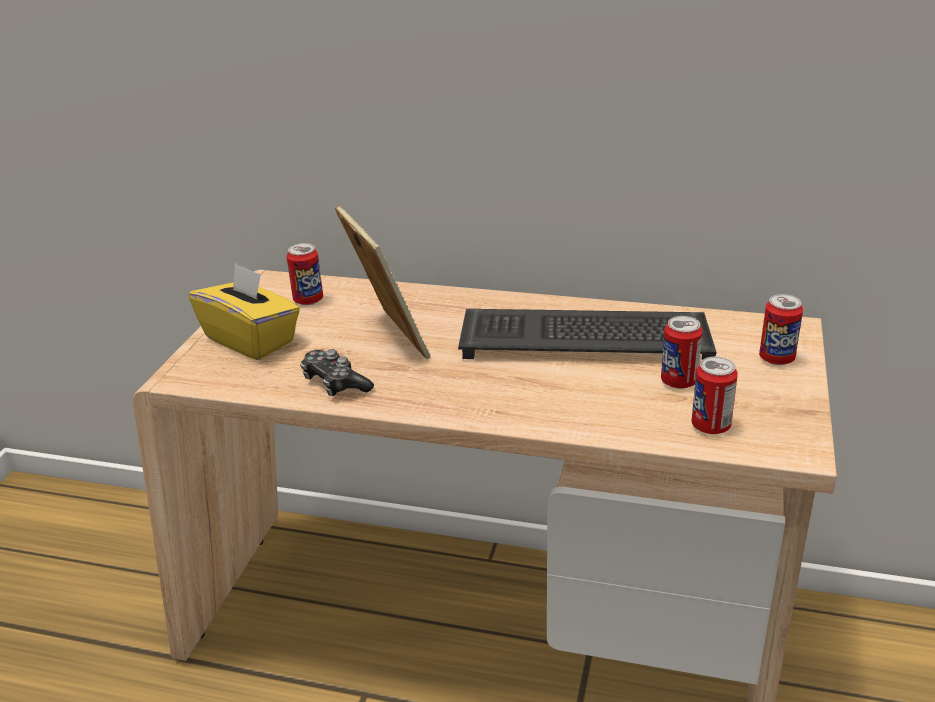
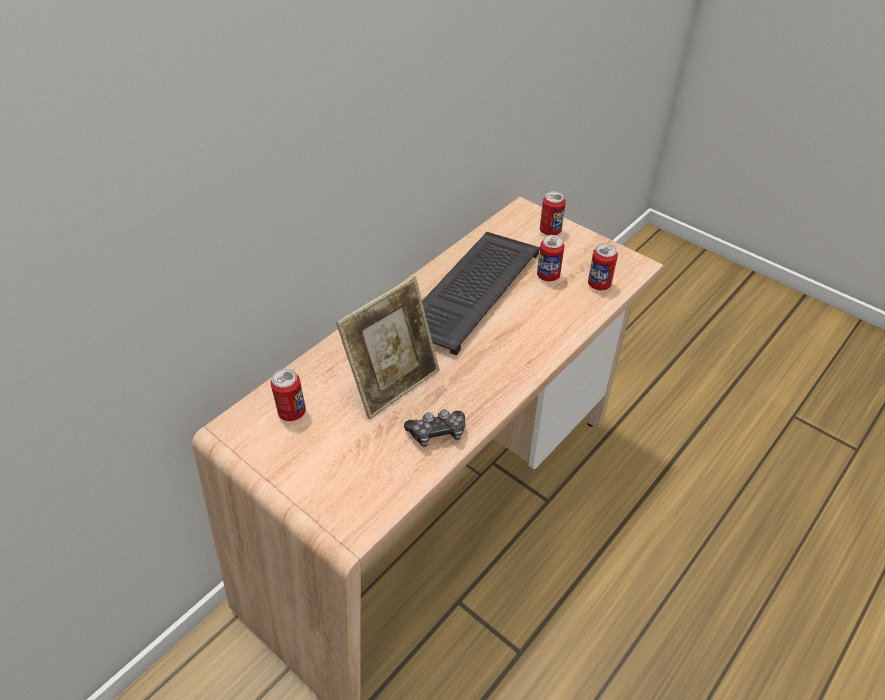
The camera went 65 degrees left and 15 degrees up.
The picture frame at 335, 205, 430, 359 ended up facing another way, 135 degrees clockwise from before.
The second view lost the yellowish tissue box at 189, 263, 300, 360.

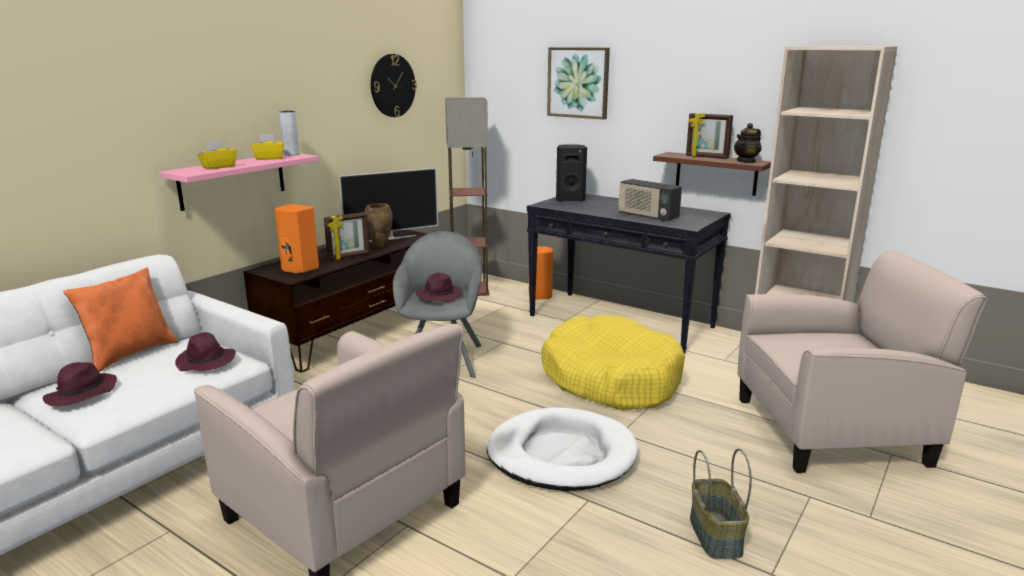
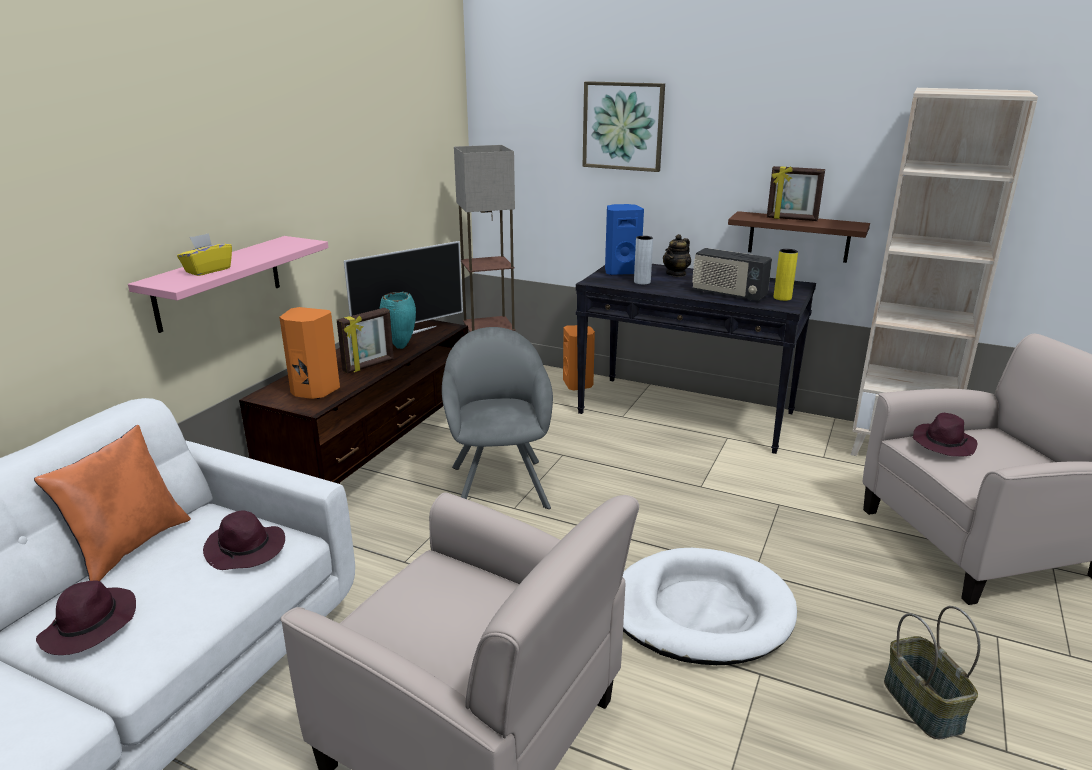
The camera went 10 degrees left and 5 degrees up.
What was the brownish decorative vase at 364, 203, 393, 248 turned into the turquoise-coloured decorative vase at 380, 292, 416, 349.
What was the blackish loudspeaker at 556, 144, 587, 202 turned into the blue-coloured loudspeaker at 605, 204, 644, 275.
The greyish decorative vase ended up elsewhere, having gone from 279, 111, 300, 156 to 634, 236, 653, 285.
The teapot ended up elsewhere, having gone from 734, 123, 761, 163 to 663, 234, 691, 277.
The second view gained the yellowish decorative vase at 774, 249, 798, 301.
The purple clothing hat ended up elsewhere, having gone from 416, 273, 463, 302 to 913, 413, 977, 457.
The second view lost the yellowish tissue box at 251, 134, 284, 160.
The second view lost the hanging clock at 371, 54, 417, 117.
The second view lost the yellowish dog cushion at 542, 315, 685, 411.

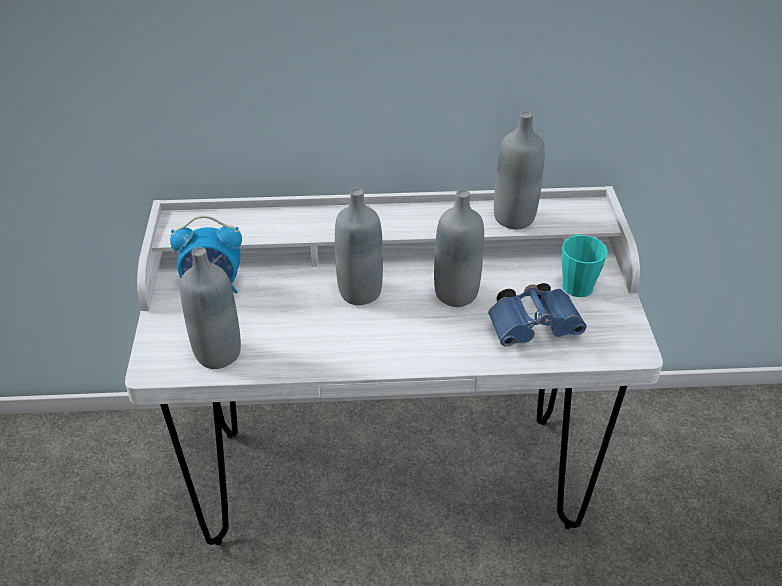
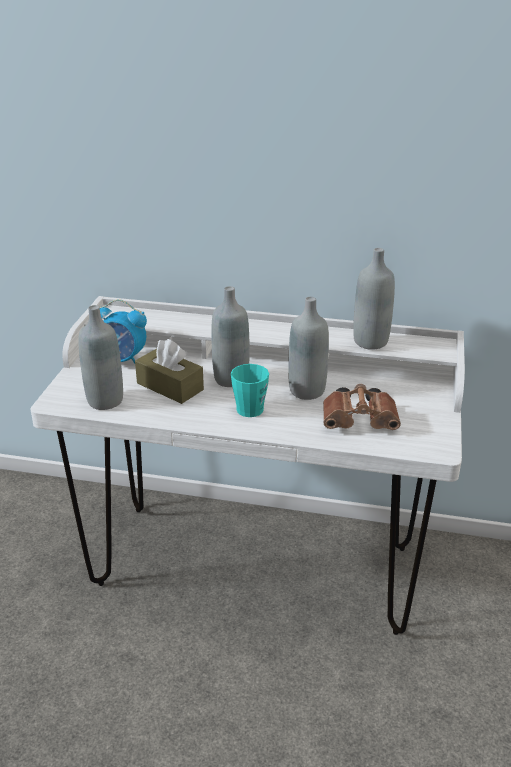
The camera went 15 degrees right and 10 degrees down.
The second view gained the brownish tissue box at 135, 339, 204, 404.
The turquoise-coloured mug ended up elsewhere, having gone from 562, 234, 608, 297 to 231, 364, 269, 417.
What was the blue-coloured field glasses at 488, 283, 586, 347 turned into the brownish field glasses at 323, 384, 401, 430.

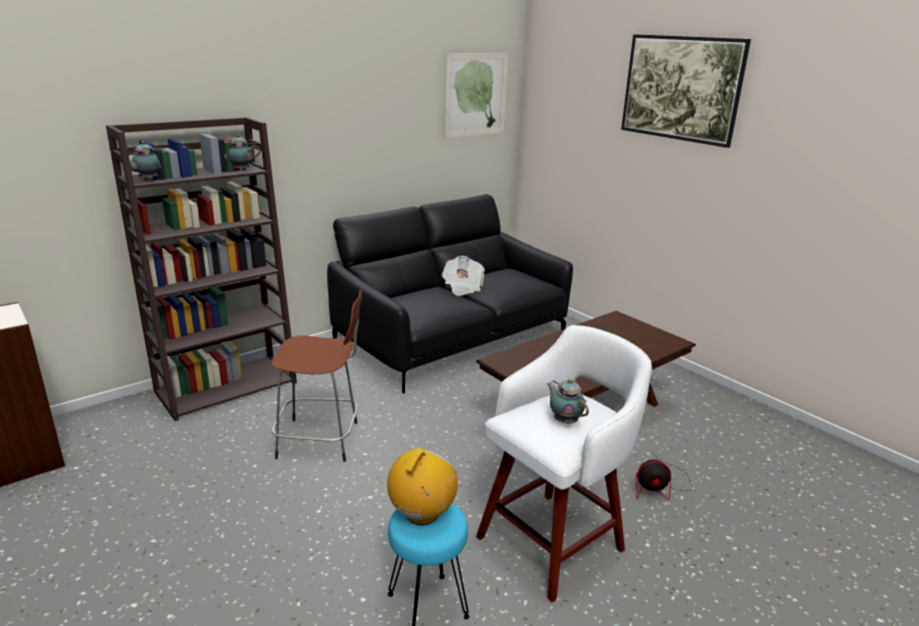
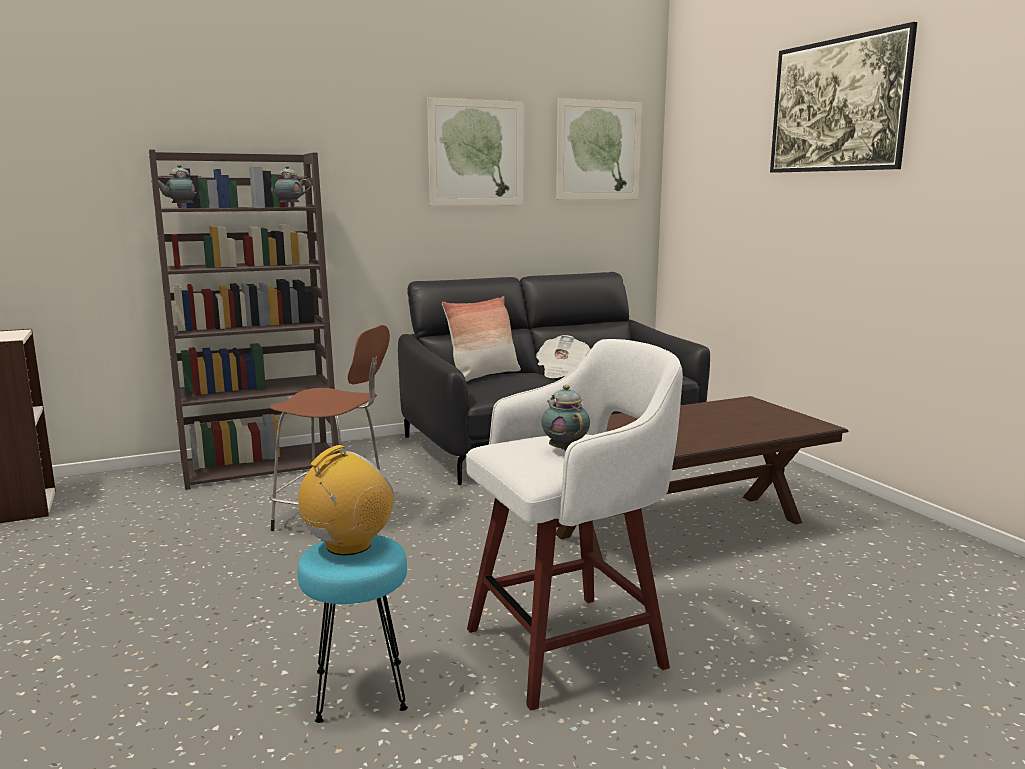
The camera went 15 degrees right and 10 degrees down.
The second view gained the wall art at 427, 97, 524, 206.
The second view gained the cushion at 442, 296, 521, 382.
The second view lost the cooling fan at 636, 452, 692, 500.

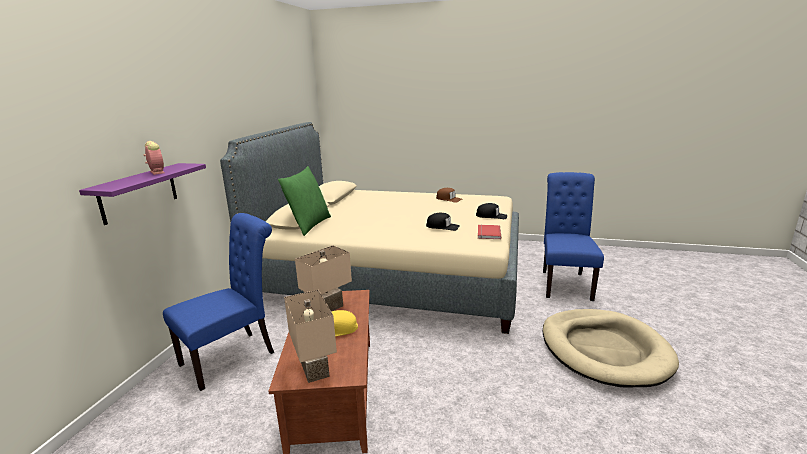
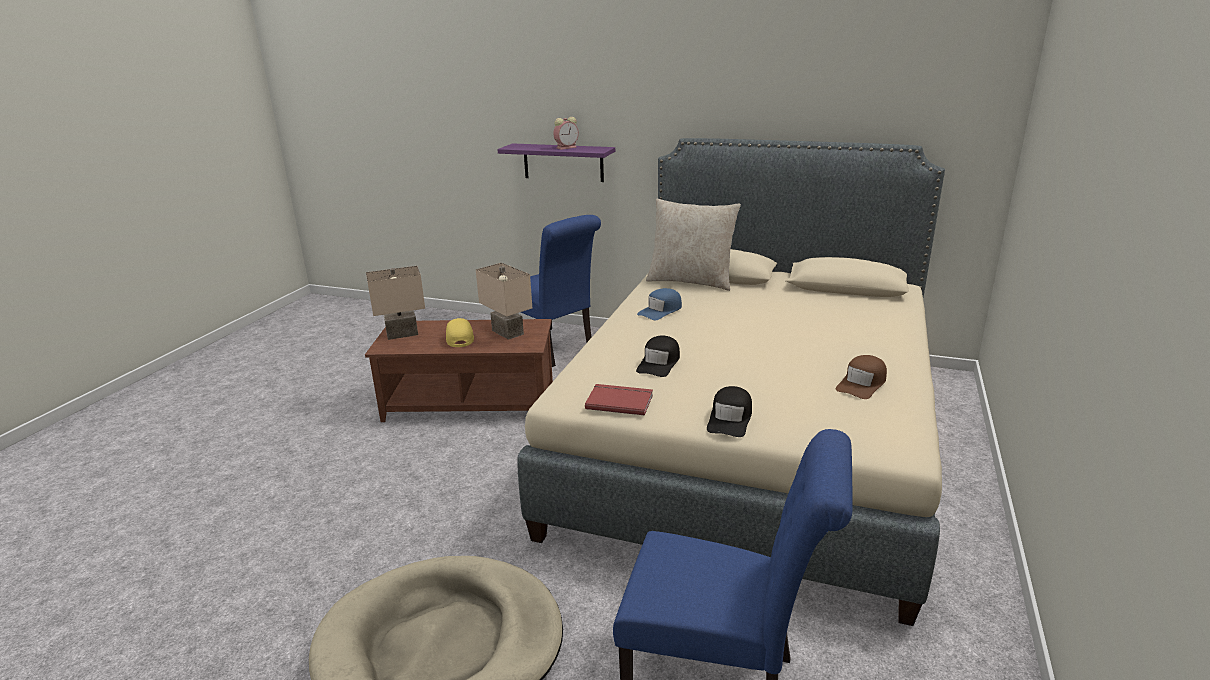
The camera went 95 degrees right and 5 degrees up.
The second view gained the blue-coloured baseball cap at 637, 288, 682, 320.
What was the green cushion at 278, 166, 331, 236 turned into the sand-coloured cushion at 646, 199, 741, 291.

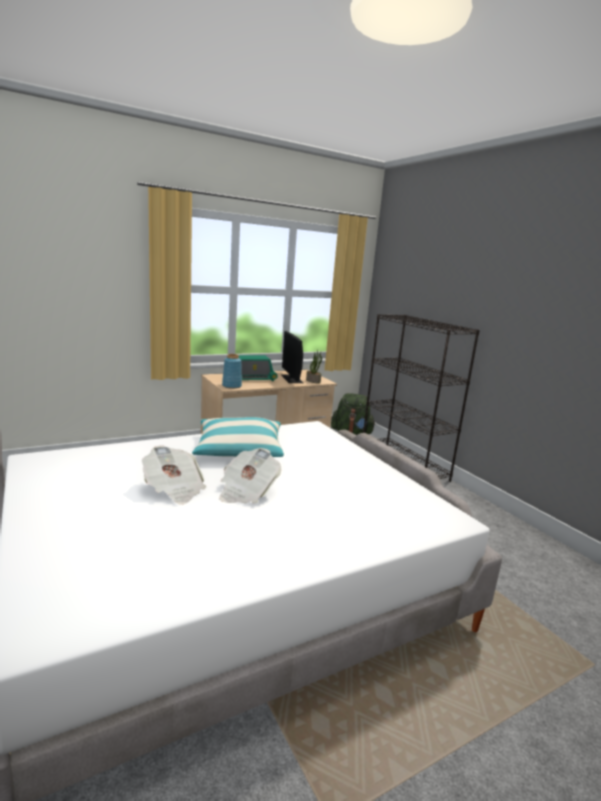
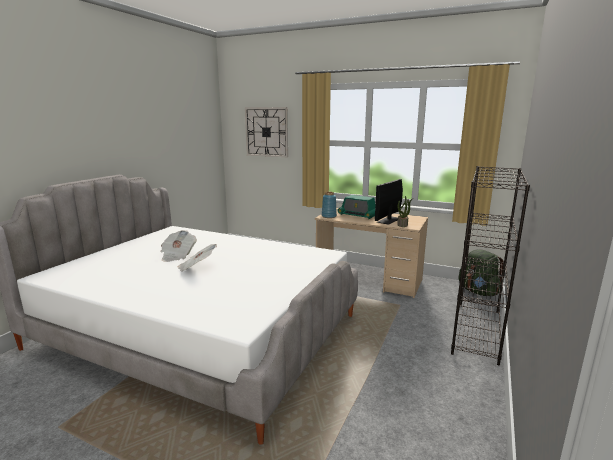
The camera went 55 degrees right and 0 degrees up.
The second view gained the hanging clock at 245, 107, 288, 157.
The second view lost the cushion at 192, 417, 284, 457.

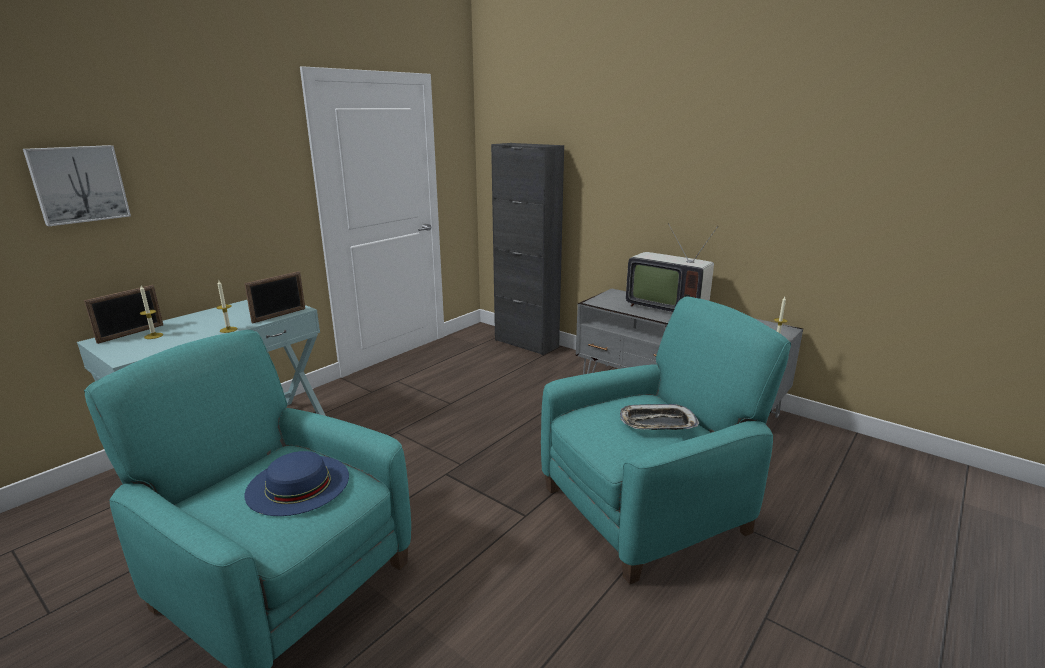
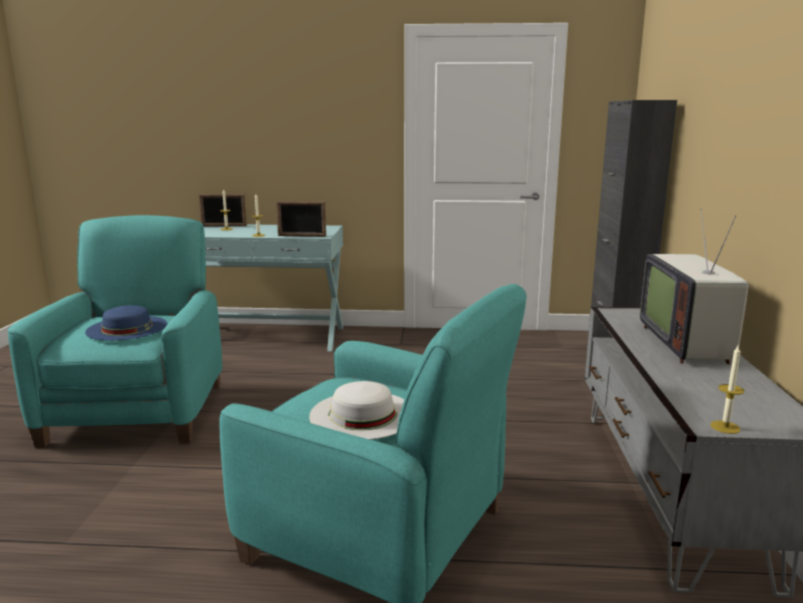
The camera went 55 degrees right and 5 degrees down.
Where the serving tray stood at 620, 404, 699, 430, the white-coloured clothing hat came to stand at 309, 381, 404, 440.
The second view lost the wall art at 23, 145, 131, 226.

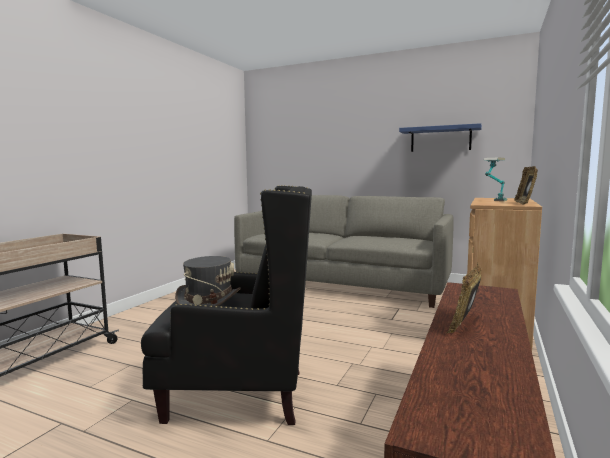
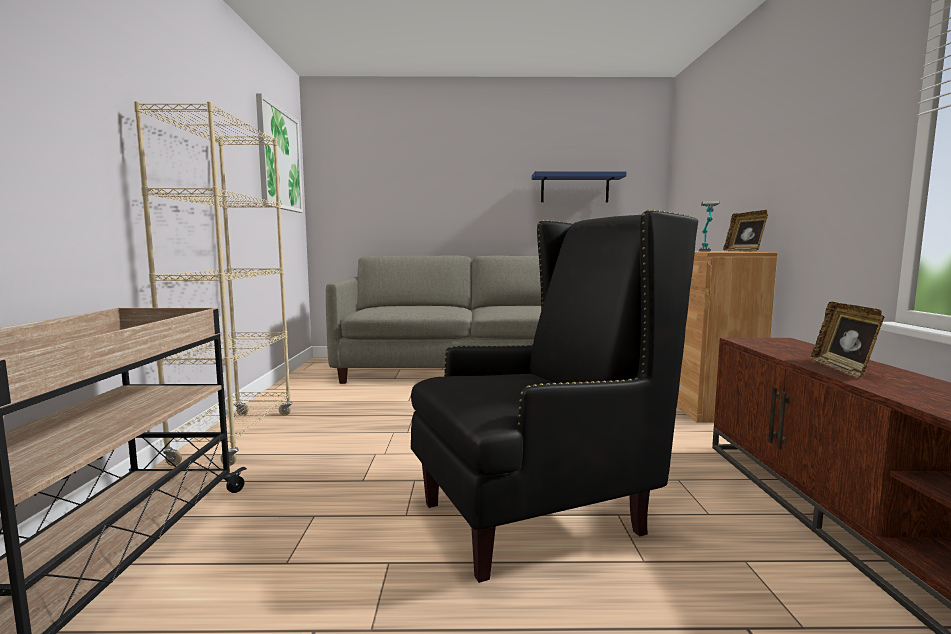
The camera went 25 degrees left and 0 degrees up.
The second view gained the sand-coloured shelving unit at 134, 101, 292, 466.
The second view gained the wall art at 256, 93, 303, 213.
The second view lost the greyish clothing hat at 175, 256, 241, 306.

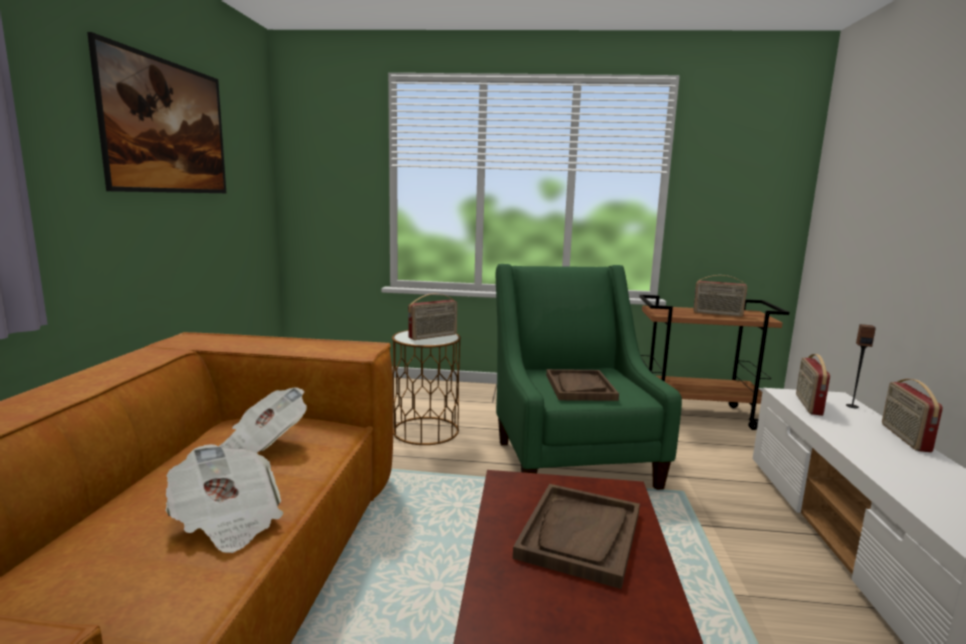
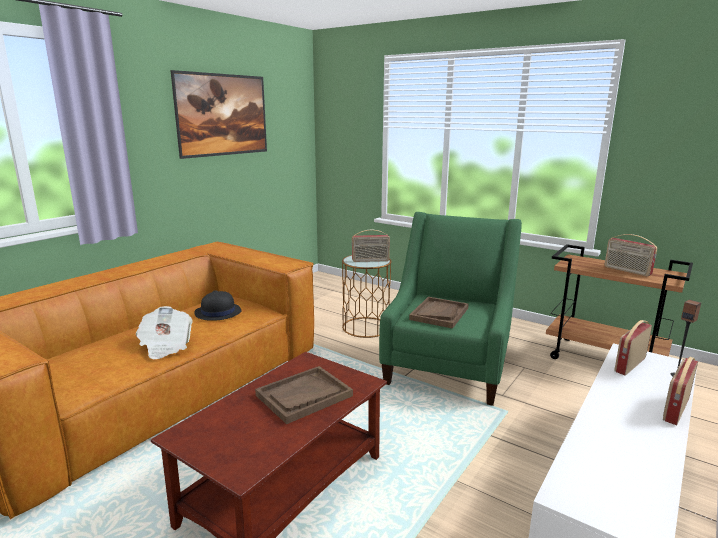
The camera went 30 degrees right and 5 degrees up.
Where the newspaper stood at 219, 387, 307, 453, the blackish clothing hat came to stand at 194, 290, 242, 321.

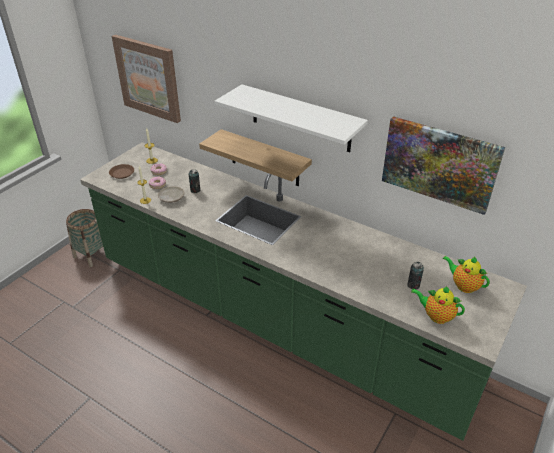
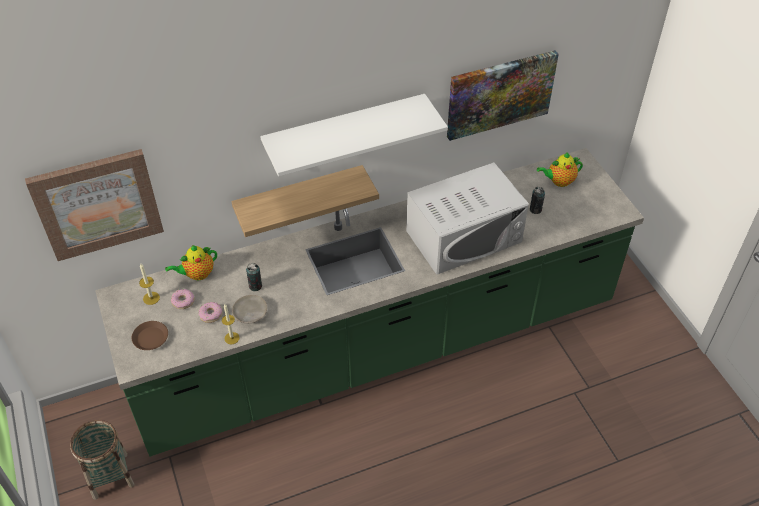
The camera went 55 degrees left and 10 degrees up.
The teapot ended up elsewhere, having gone from 411, 286, 465, 324 to 165, 245, 217, 280.
The second view gained the white-coloured microwave at 406, 162, 529, 275.

